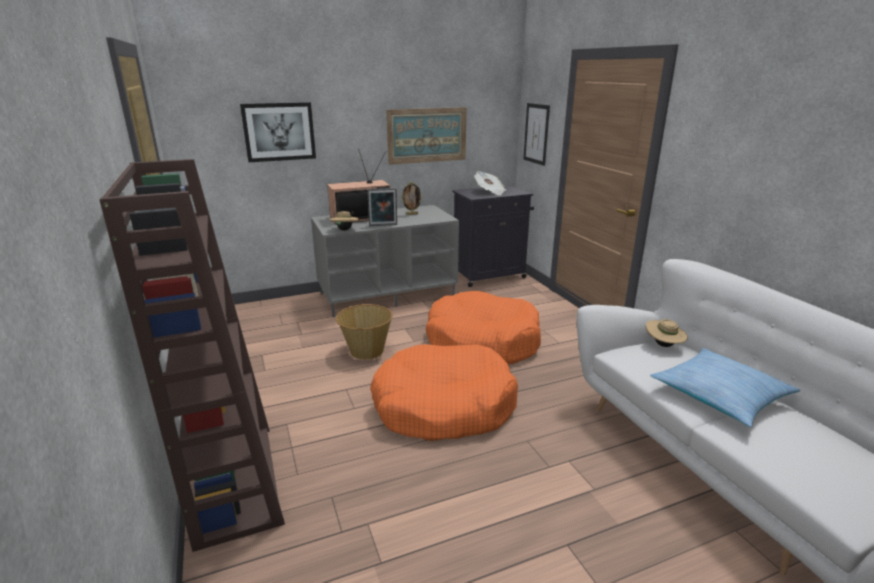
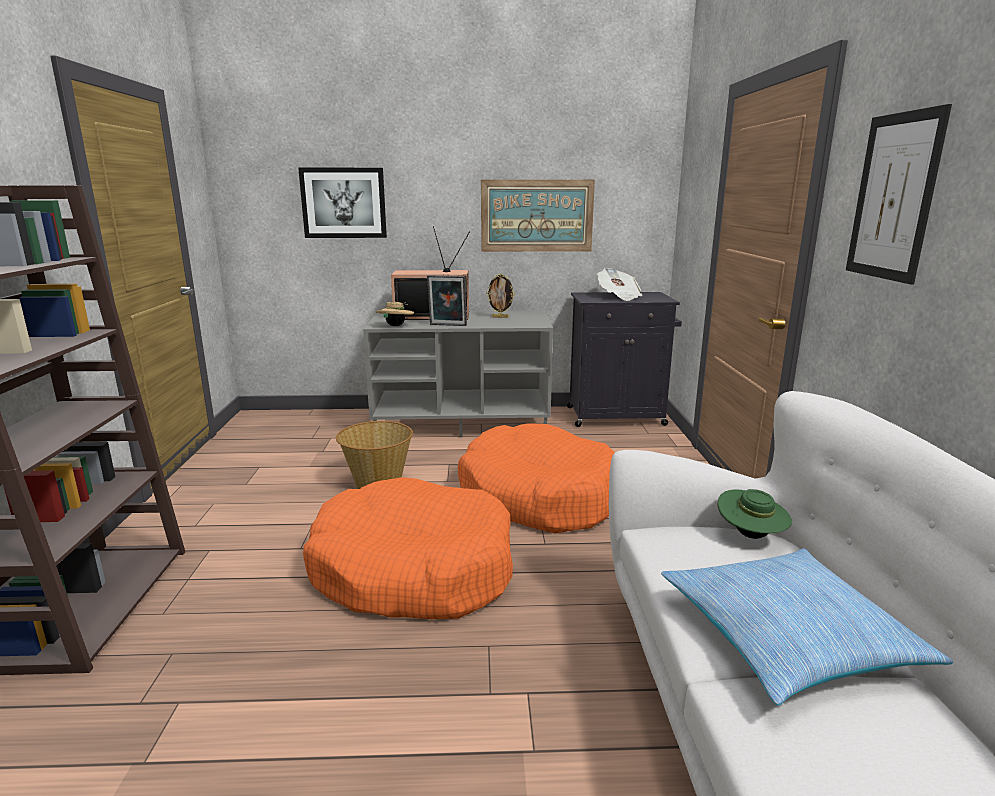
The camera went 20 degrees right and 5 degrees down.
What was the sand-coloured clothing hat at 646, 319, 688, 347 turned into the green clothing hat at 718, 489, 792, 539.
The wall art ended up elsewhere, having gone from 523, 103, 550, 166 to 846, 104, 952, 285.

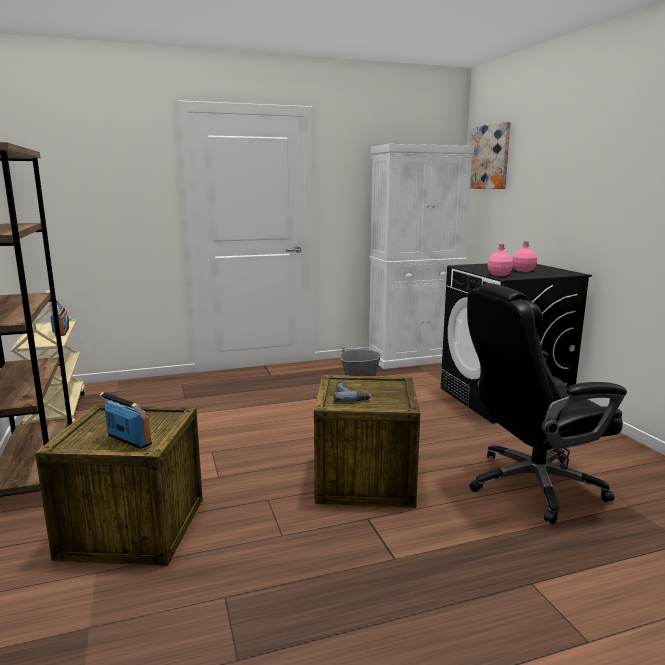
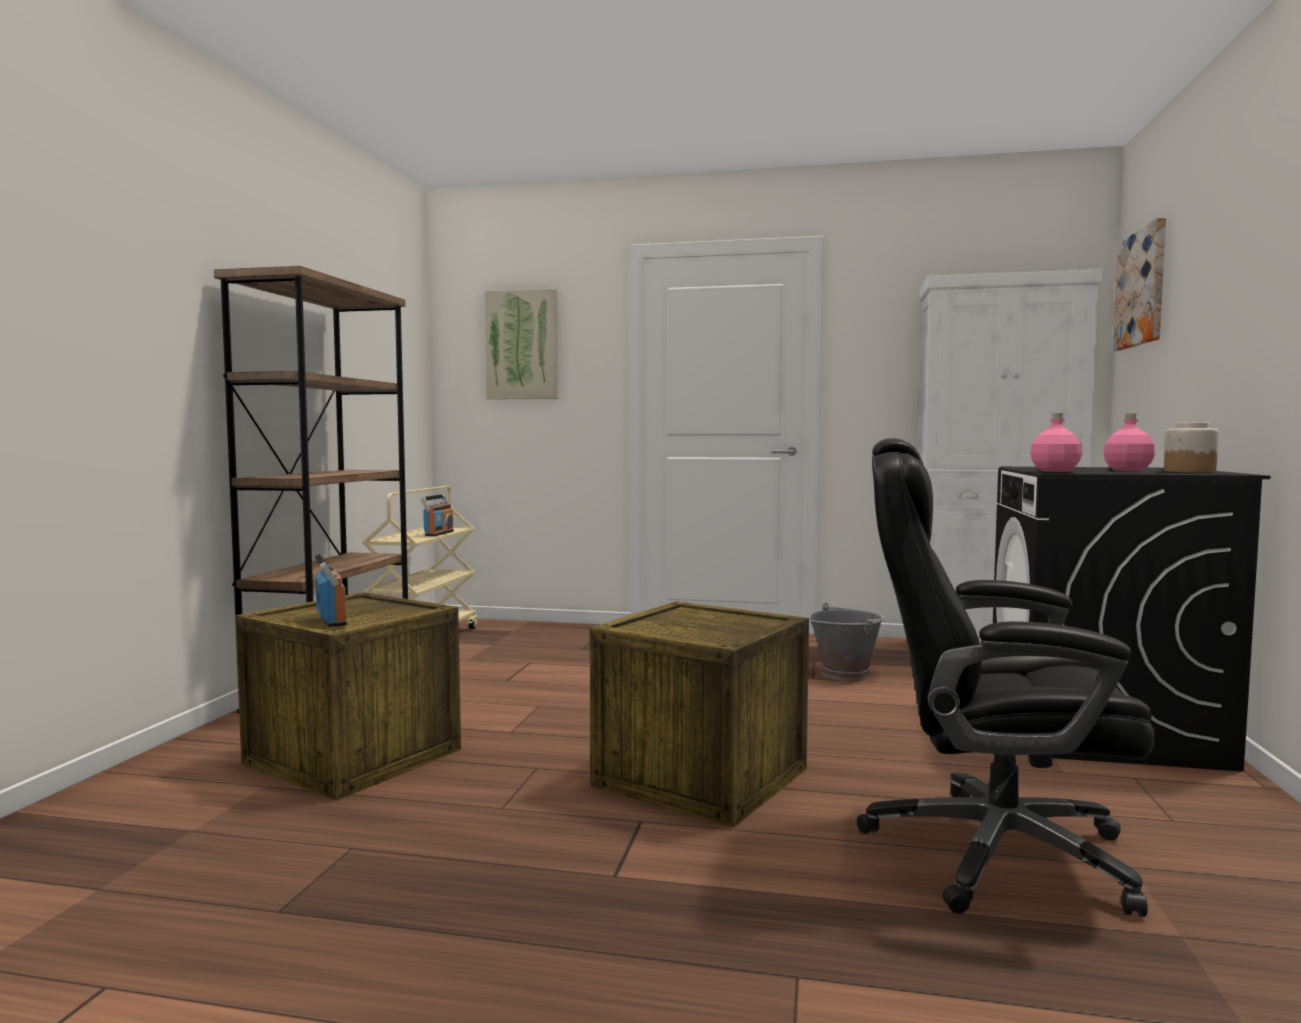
The camera went 30 degrees right and 10 degrees down.
The second view gained the wall art at 485, 288, 558, 399.
The second view gained the storage jar at 1164, 422, 1219, 473.
The second view lost the drill at 333, 381, 372, 403.

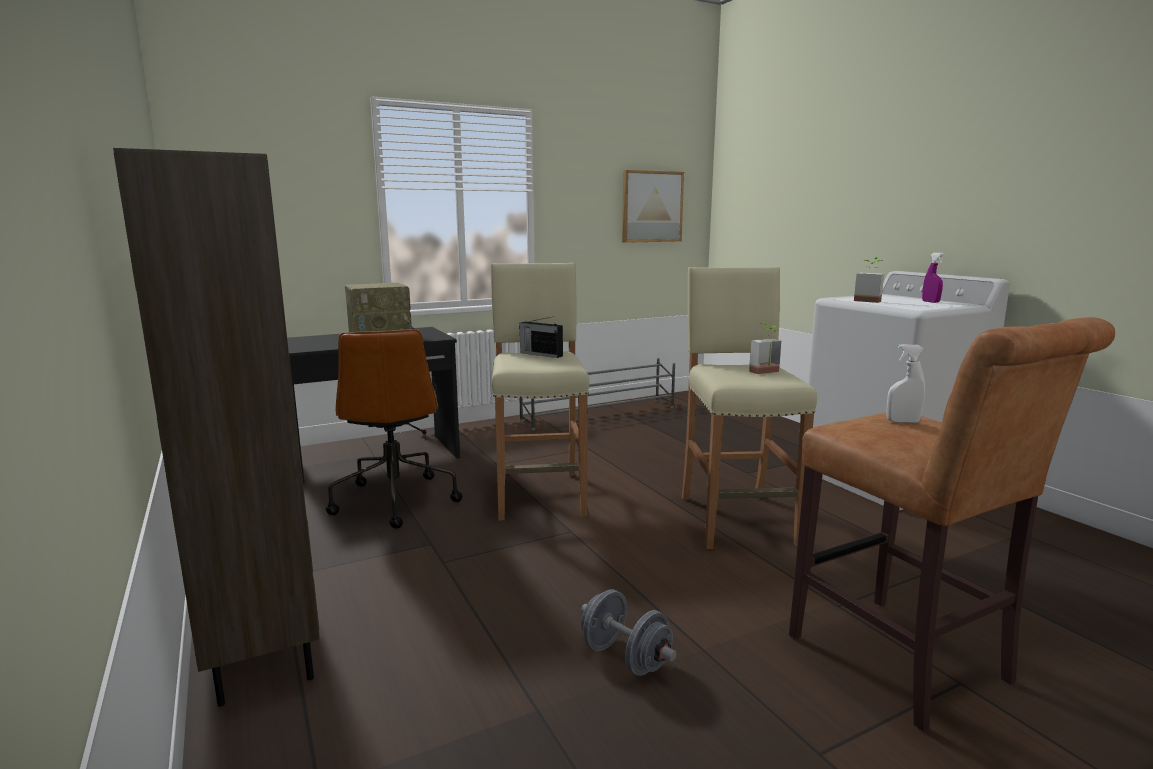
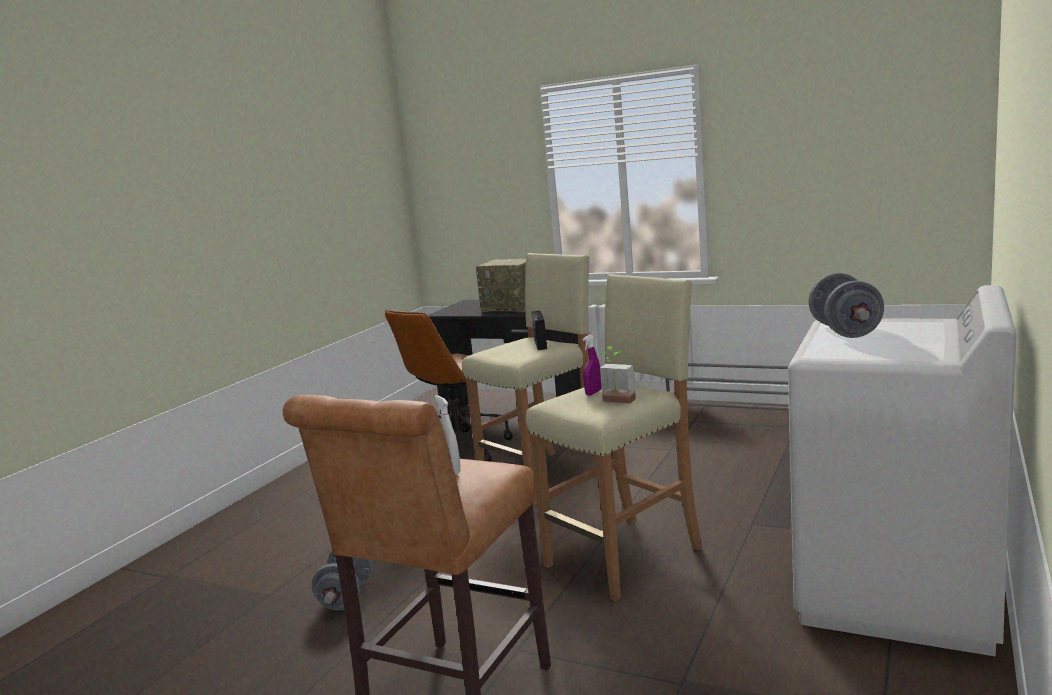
The camera went 55 degrees right and 0 degrees up.
The purple hand sprayer ended up elsewhere, having gone from 922, 253, 945, 303 to 583, 335, 601, 396.
Where the houseplant stood at 854, 258, 884, 303, the greyish free weight came to stand at 809, 273, 884, 338.
The second view lost the brownish shelving unit at 113, 148, 320, 707.
The second view lost the wall art at 622, 170, 684, 243.

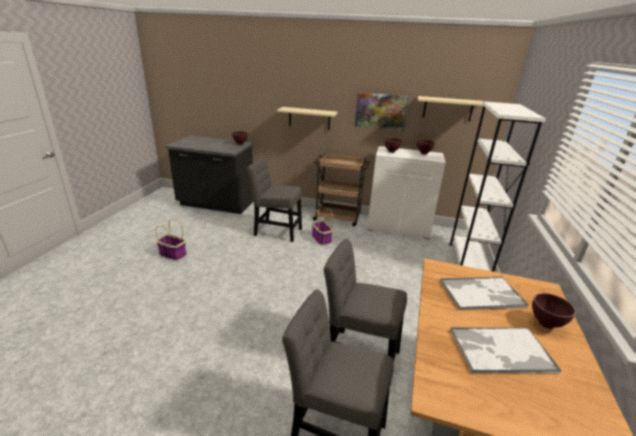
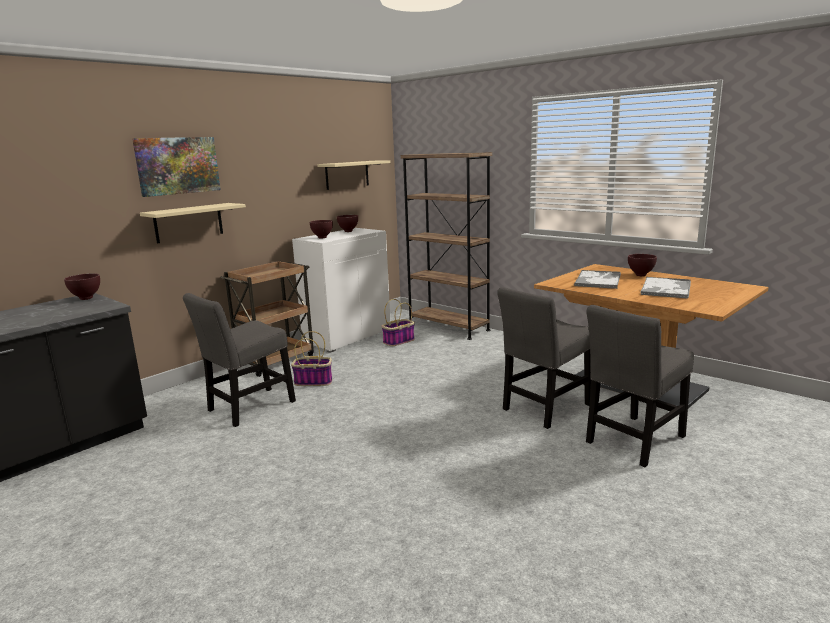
The camera went 60 degrees left and 10 degrees down.
The wall art ended up elsewhere, having gone from 355, 92, 409, 131 to 132, 137, 221, 197.
The storage basket ended up elsewhere, having gone from 155, 219, 187, 260 to 381, 299, 415, 346.
What was the white-coloured shelving unit at 449, 101, 546, 272 turned into the brownish shelving unit at 401, 152, 492, 340.

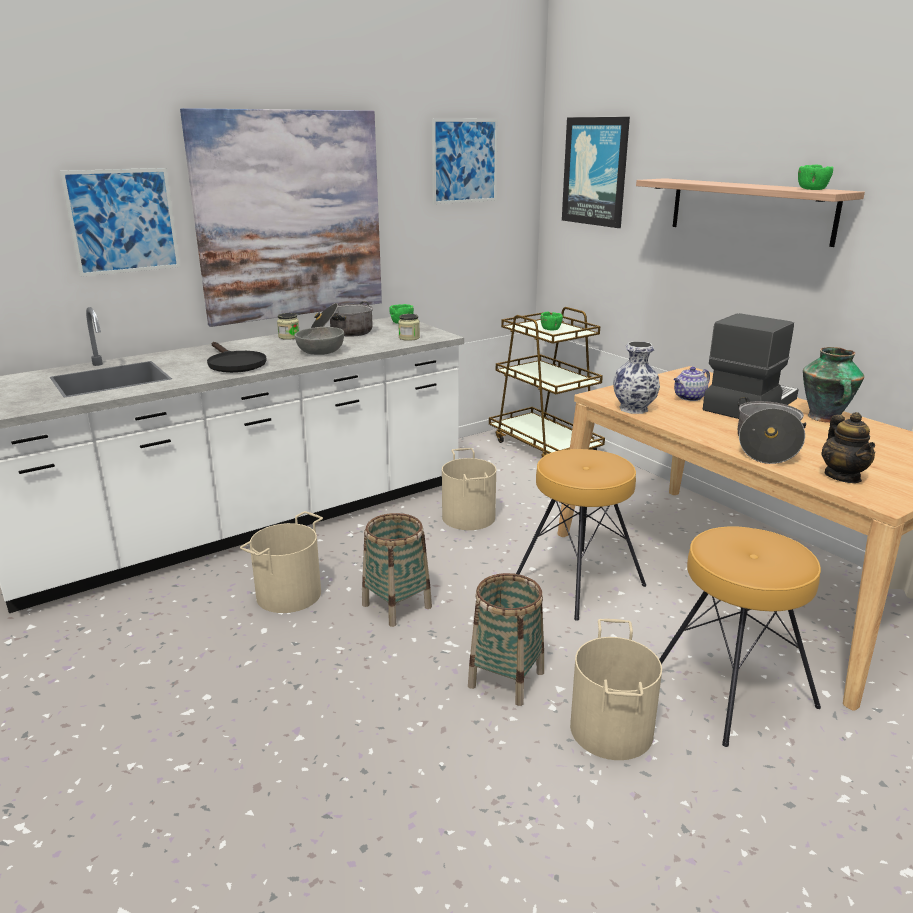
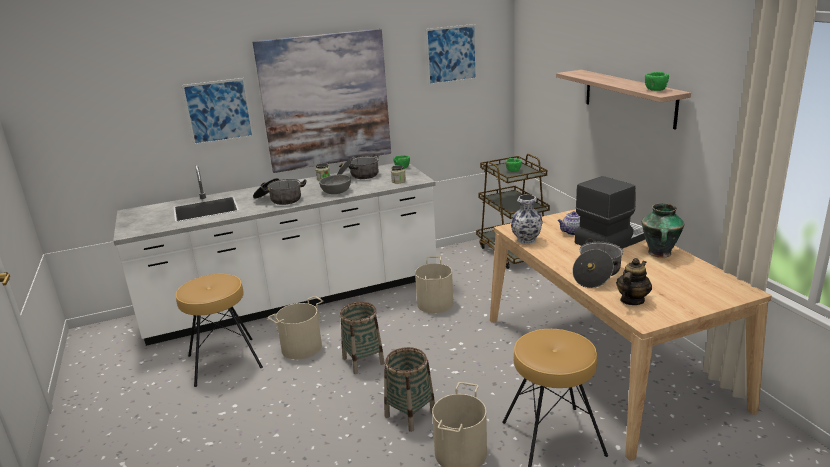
The camera went 15 degrees right and 0 degrees up.
The brownish stool seat ended up elsewhere, having gone from 516, 449, 646, 621 to 176, 274, 263, 387.
Where the blackish frying pan stood at 207, 342, 267, 373, the cooking pot came to stand at 253, 178, 307, 205.
The teapot at 821, 412, 875, 483 ended up facing another way, 150 degrees counterclockwise from before.
The second view lost the wall art at 562, 117, 630, 228.

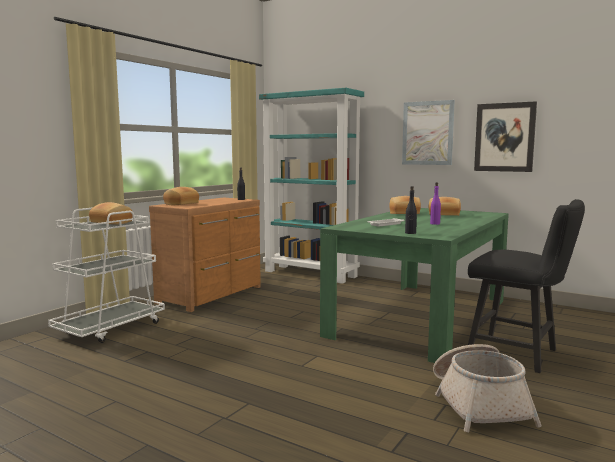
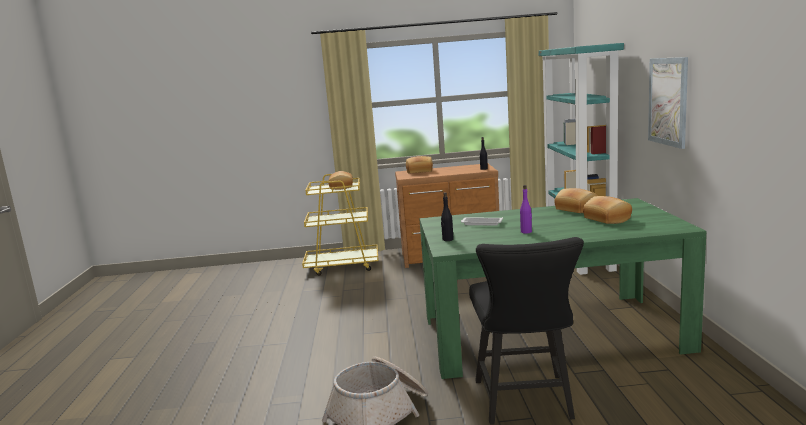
The camera went 55 degrees right and 5 degrees up.
What was the white-coloured cart at 48, 207, 165, 343 turned into the yellowish cart at 302, 174, 379, 275.
The second view lost the wall art at 474, 101, 537, 172.

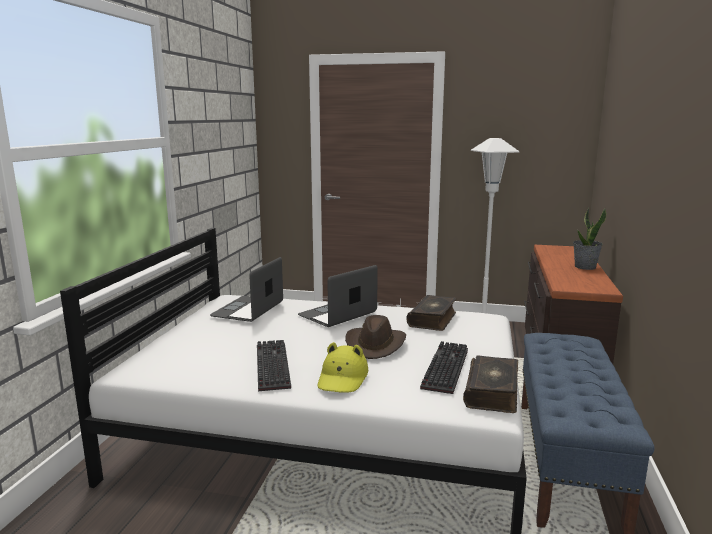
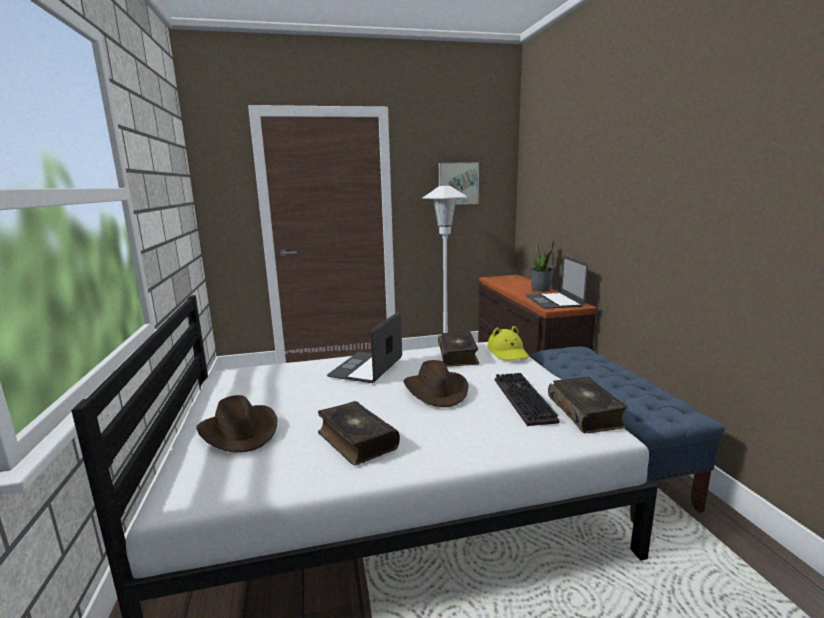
The camera went 25 degrees left and 0 degrees up.
The second view gained the brownish clothing hat at 196, 395, 277, 452.
Where the computer keyboard stood at 257, 340, 291, 391, the volume came to stand at 318, 401, 400, 466.
The second view gained the wall art at 439, 162, 479, 205.
The yellowish clothing hat ended up elsewhere, having gone from 317, 342, 368, 393 to 487, 326, 529, 360.
The laptop ended up elsewhere, having gone from 210, 257, 283, 322 to 525, 256, 588, 309.

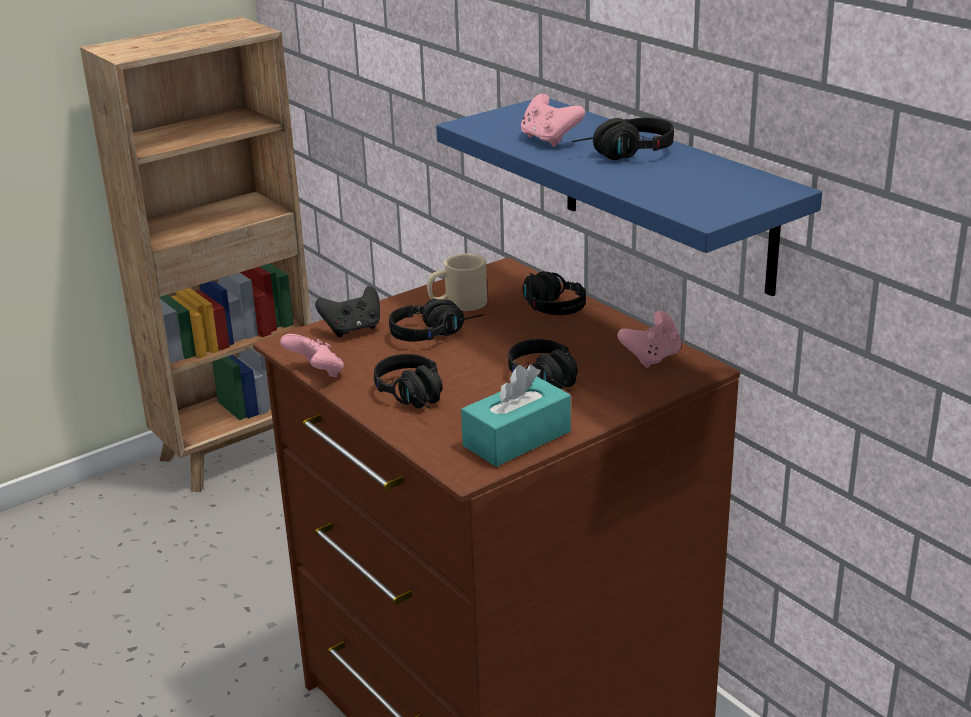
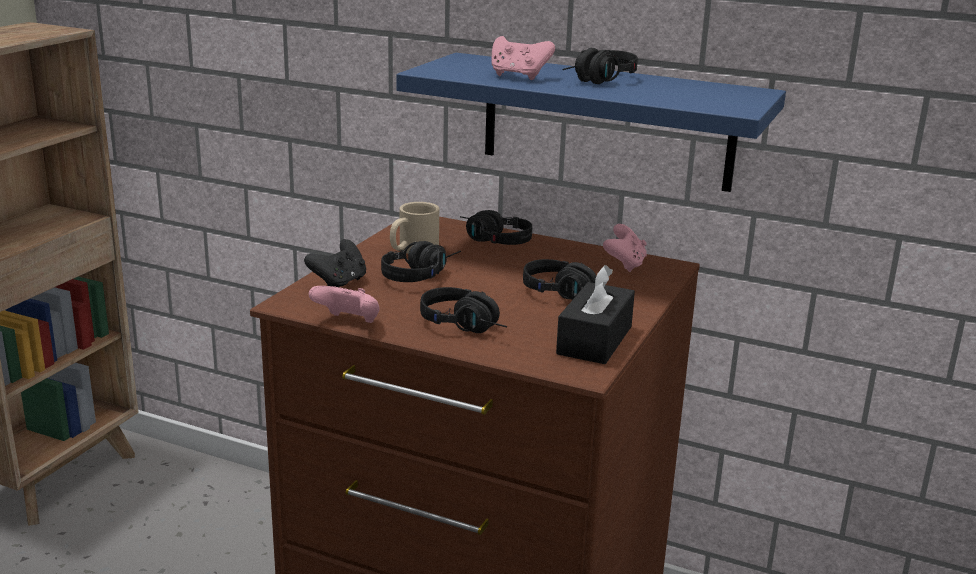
The camera went 30 degrees left and 5 degrees down.
What was the turquoise-coloured tissue box at 461, 365, 571, 467 turned into the blackish tissue box at 556, 265, 635, 364.

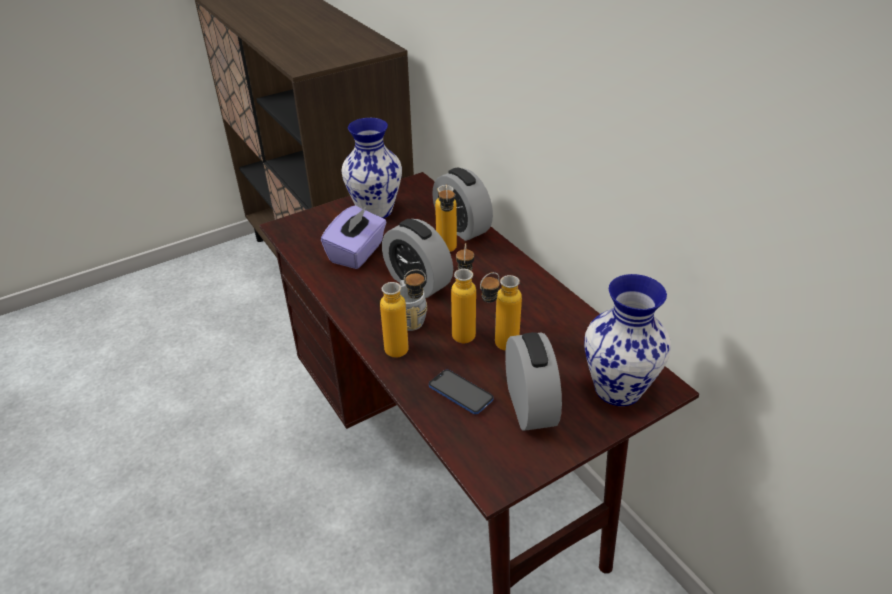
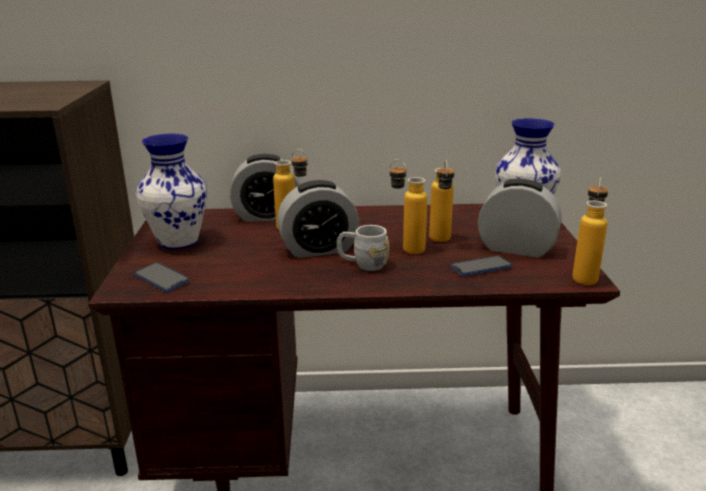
The camera went 60 degrees left and 15 degrees down.
The second view gained the phone at 134, 262, 190, 292.
The drink bottle ended up elsewhere, having gone from 380, 269, 426, 358 to 572, 178, 608, 285.
The second view lost the purple tissue box at 321, 205, 387, 269.

